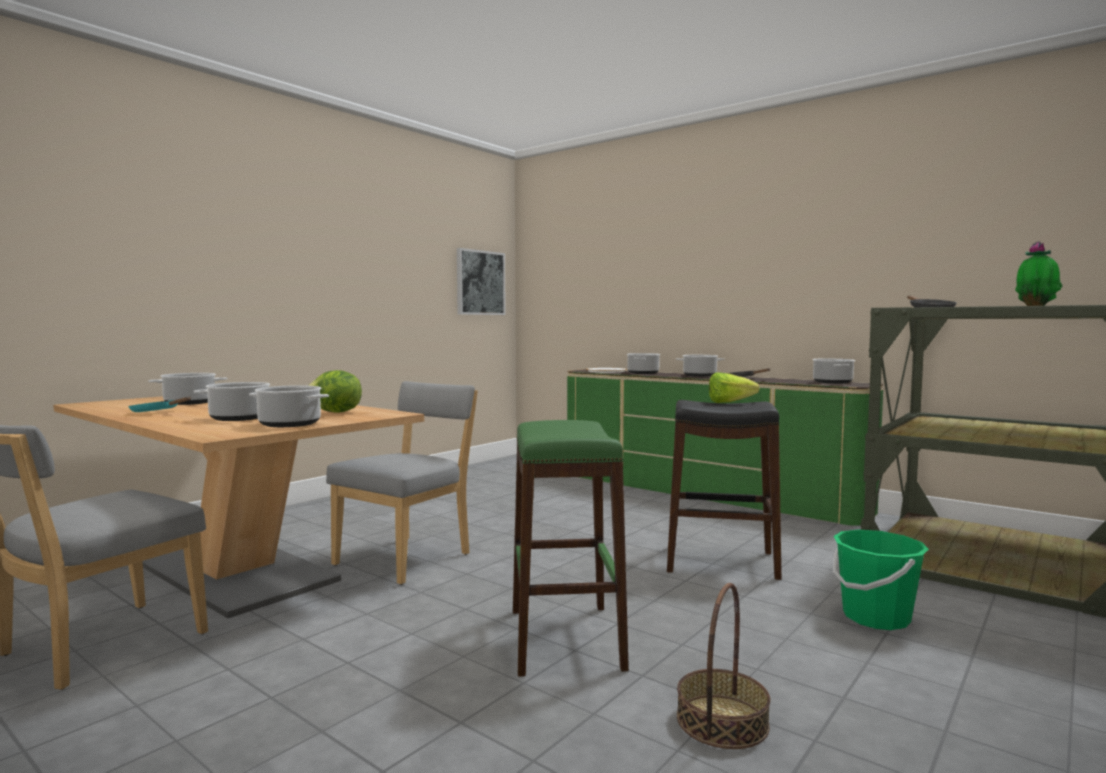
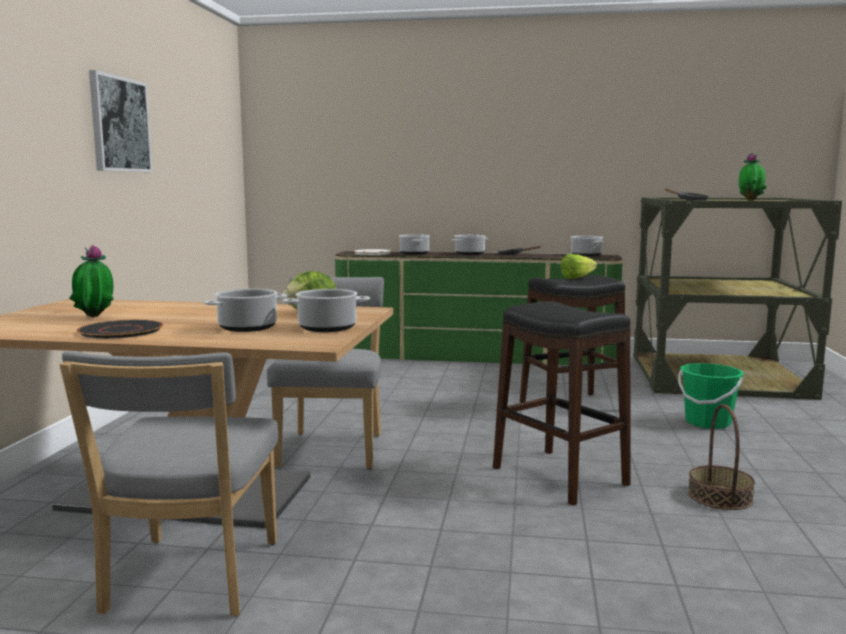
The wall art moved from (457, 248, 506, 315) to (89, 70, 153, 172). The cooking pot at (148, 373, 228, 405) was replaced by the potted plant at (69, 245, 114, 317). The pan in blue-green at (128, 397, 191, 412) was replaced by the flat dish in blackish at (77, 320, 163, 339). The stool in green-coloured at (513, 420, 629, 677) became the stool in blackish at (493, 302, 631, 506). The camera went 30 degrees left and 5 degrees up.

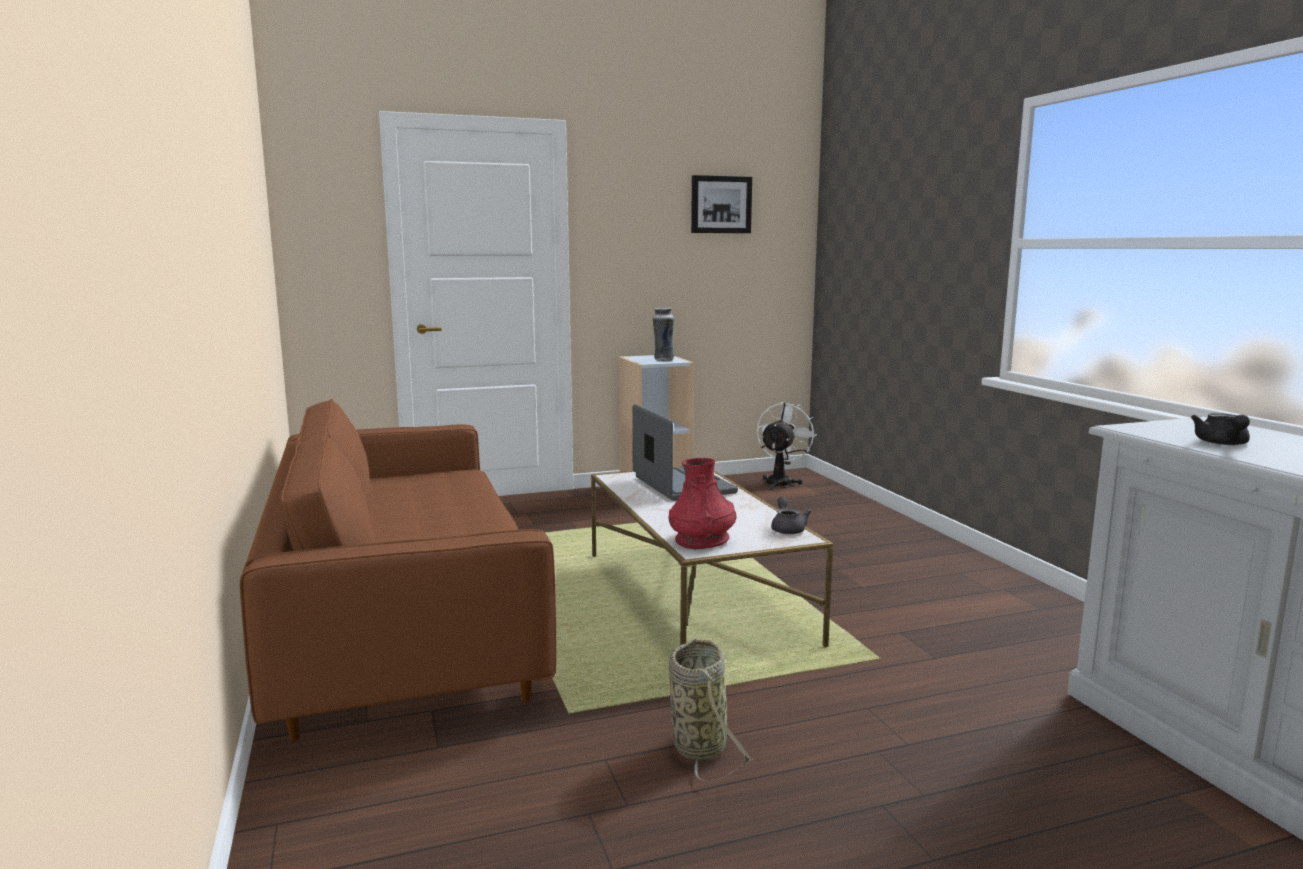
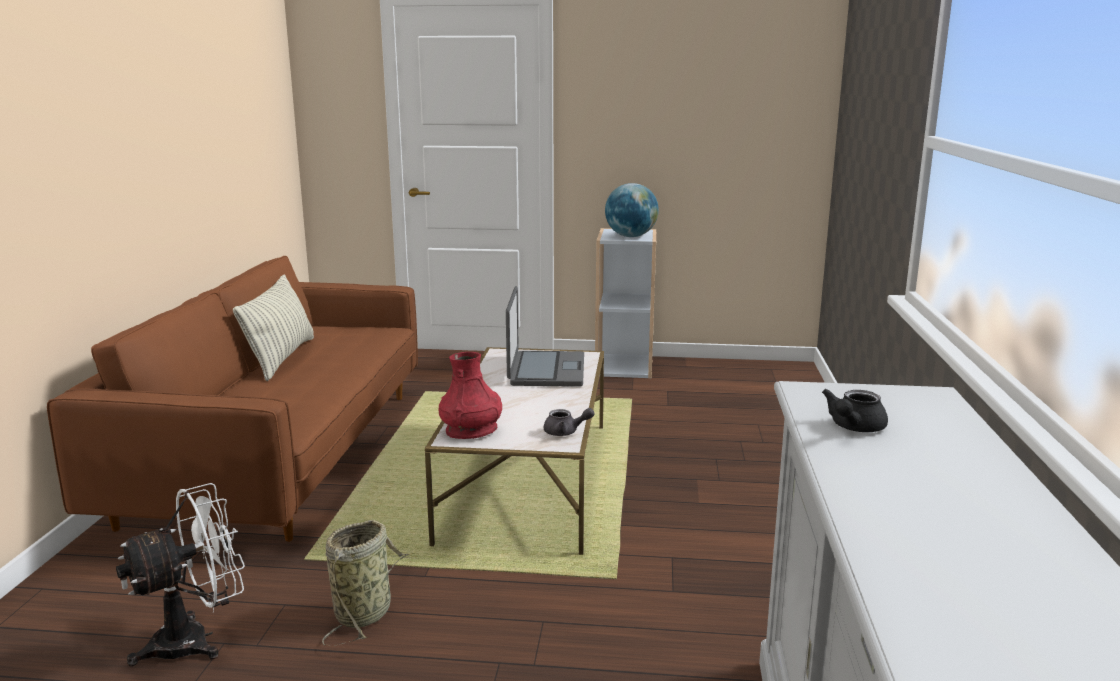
The wall art at (691, 175, 752, 233) disappeared. The decorative vase at (653, 307, 674, 361) was replaced by the desk globe at (605, 183, 659, 237). The fan in white moved from (757, 402, 817, 490) to (116, 483, 245, 666). The teapot in grey at (771, 497, 812, 534) turned 75 degrees clockwise. The throw pillow at (233, 274, 314, 381) appeared. The camera went 25 degrees right and 5 degrees up.

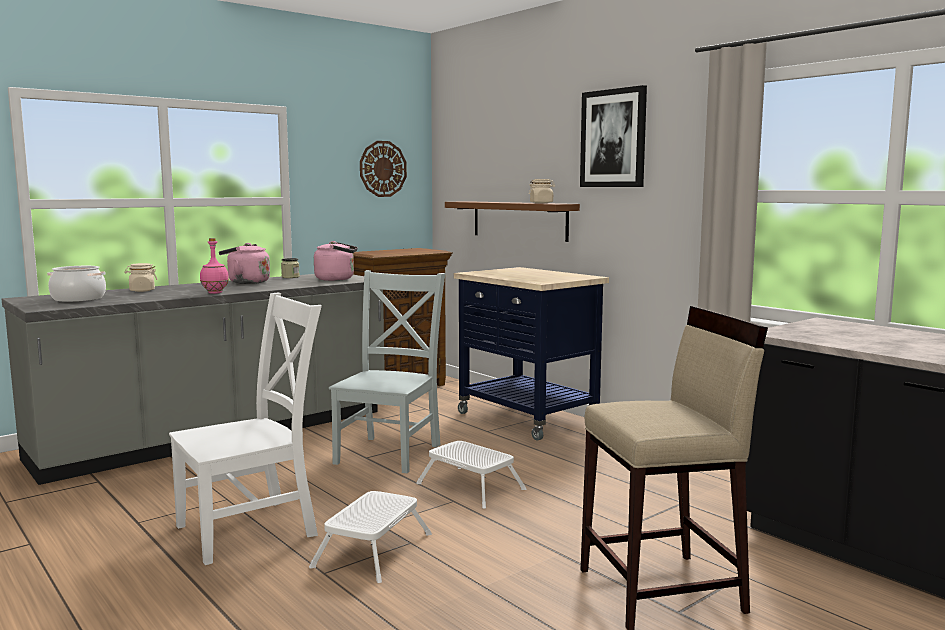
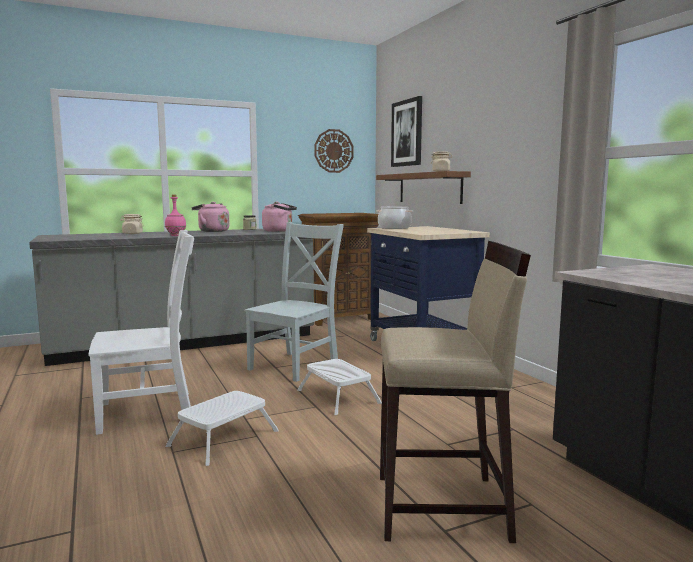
The wall art moved from (580, 85, 647, 187) to (391, 96, 422, 167). The cooking pot moved from (47, 266, 106, 302) to (377, 207, 413, 229). The camera went 15 degrees right and 0 degrees up.

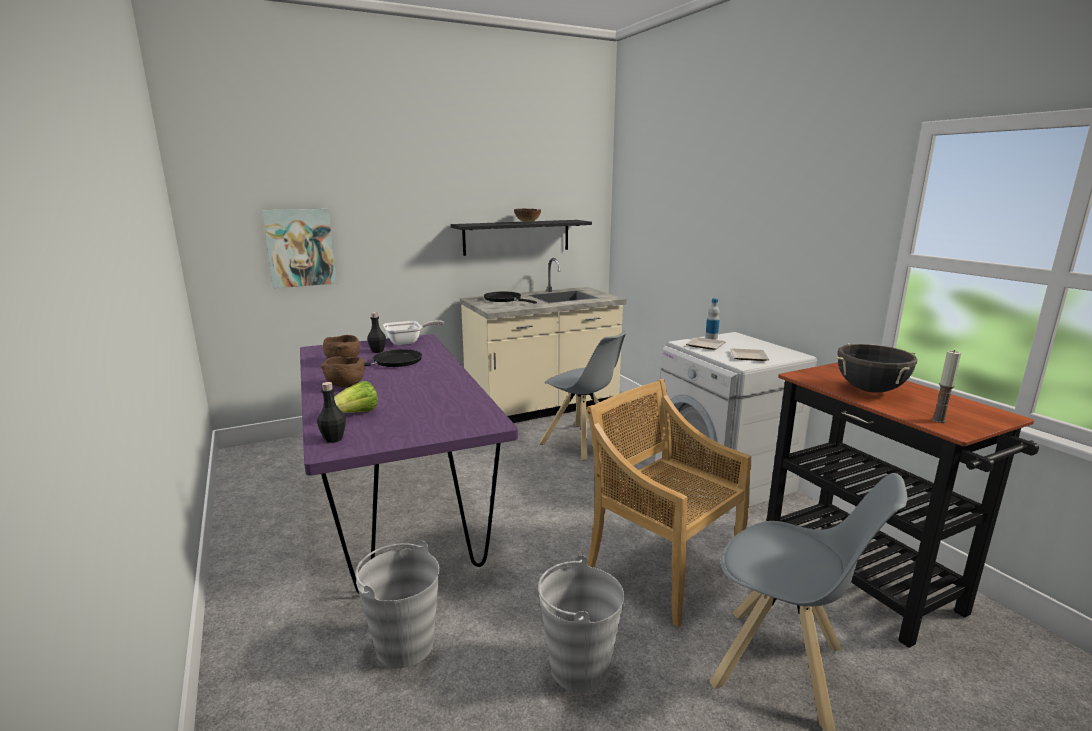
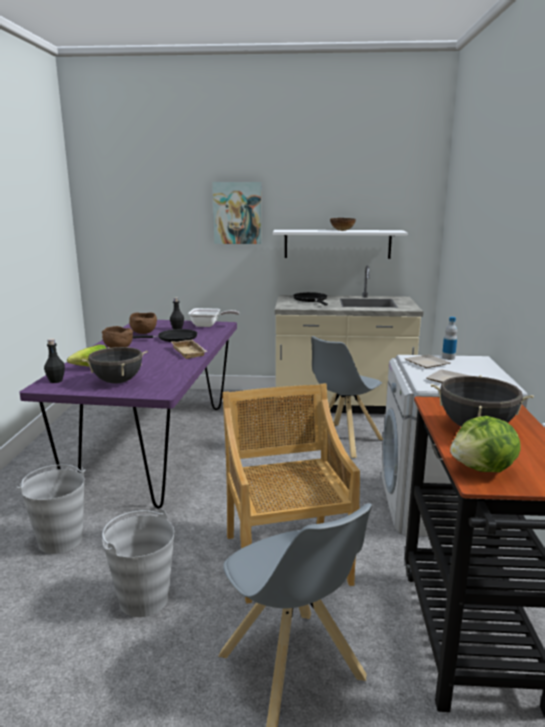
The wall art moved from (262, 209, 337, 288) to (212, 182, 262, 244). The bracket shelf in blackish at (451, 220, 592, 256) became the bracket shelf in white at (273, 230, 407, 259). The upright chair in grey at (539, 330, 627, 461) turned 60 degrees clockwise. The wax candle at (932, 350, 961, 423) was replaced by the lettuce head at (450, 416, 521, 472). The tray in beige at (171, 340, 208, 359) appeared. The cooking pot in blackish at (82, 347, 148, 384) appeared. The camera went 30 degrees right and 0 degrees up.

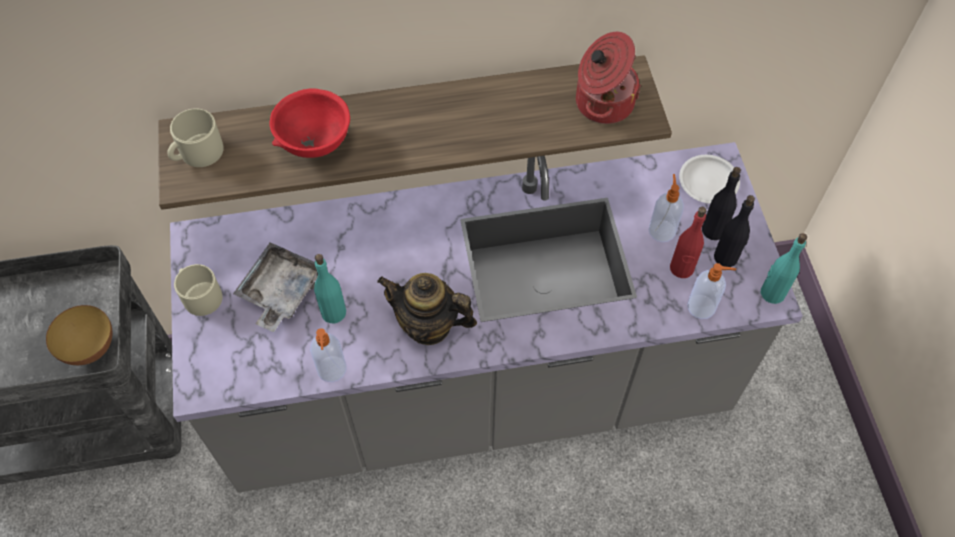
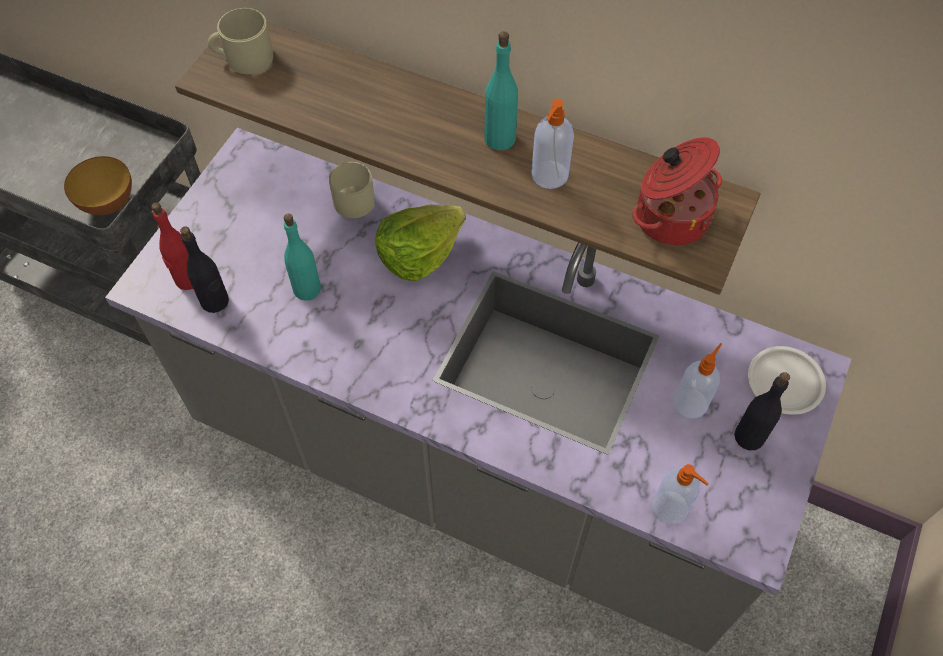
The deep dish in red at (269, 89, 350, 158) disappeared. The drink bottle in blackish moved from (714, 195, 755, 267) to (180, 226, 229, 313). The drink bottle in red moved from (670, 207, 707, 278) to (151, 202, 193, 290). The drink bottle in blue-green moved from (761, 233, 807, 304) to (484, 31, 518, 150). The tray in grey at (233, 242, 318, 332) disappeared. The tea mug in beige moved from (174, 264, 223, 316) to (329, 162, 375, 218). The teapot at (377, 273, 477, 345) disappeared. The soap dispenser moved from (310, 328, 347, 382) to (531, 99, 574, 189). The lettuce head at (376, 205, 466, 281) appeared. The camera went 35 degrees right and 0 degrees up.

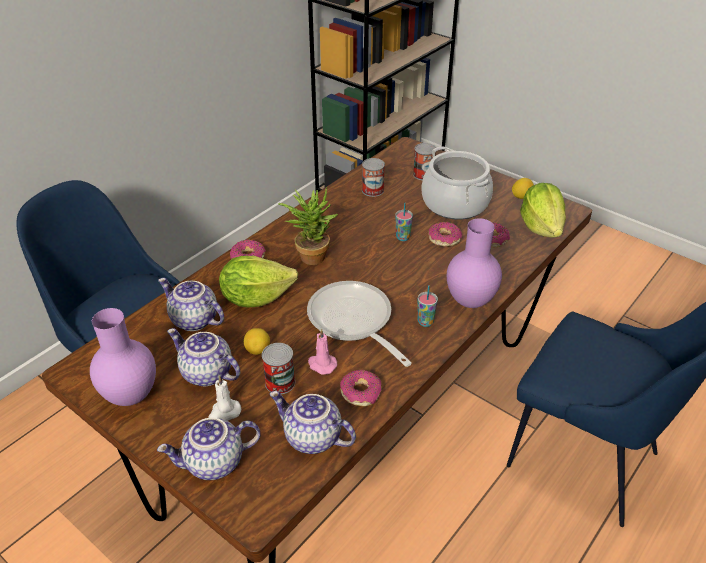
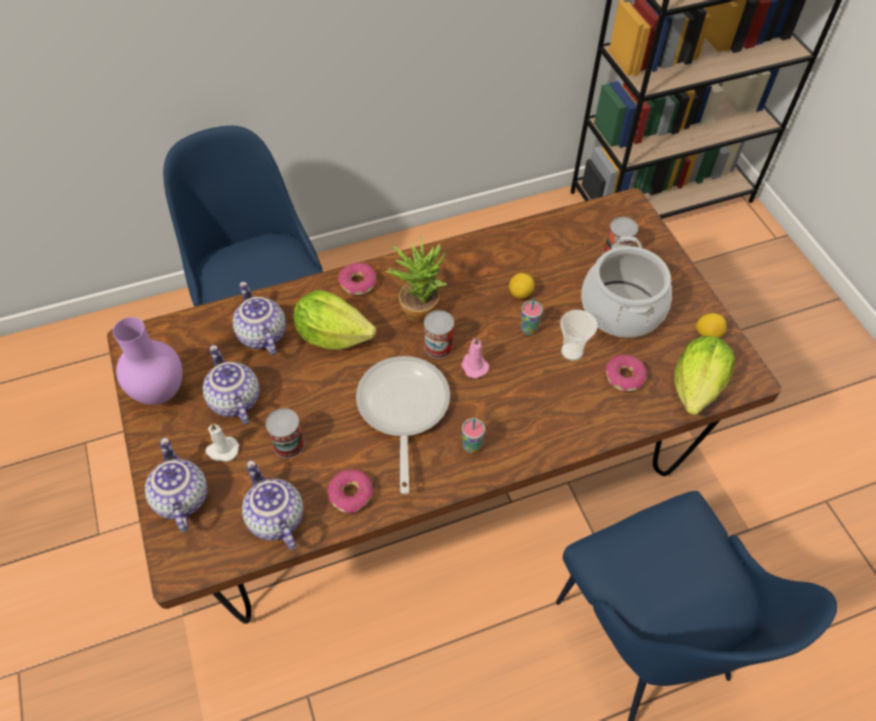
The metal can moved from (362, 158, 385, 197) to (424, 310, 454, 359). The decorative vase in purple at (447, 218, 502, 308) disappeared. The ring doughnut at (429, 222, 462, 247) was replaced by the cup at (560, 310, 598, 361). The lemon moved from (244, 328, 270, 355) to (509, 273, 535, 299). The wax candle in pinkish moved from (308, 328, 337, 375) to (461, 337, 489, 378). The teapot at (157, 418, 261, 480) turned 60 degrees clockwise. The camera went 30 degrees right and 15 degrees up.

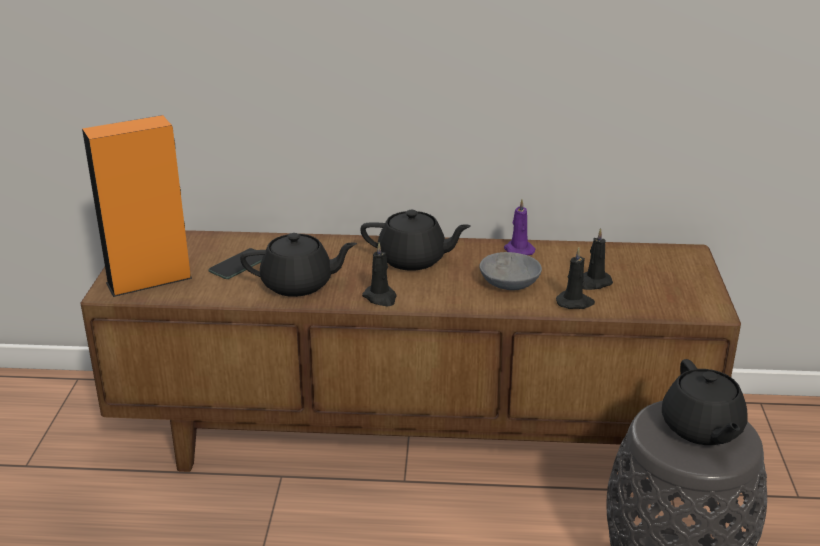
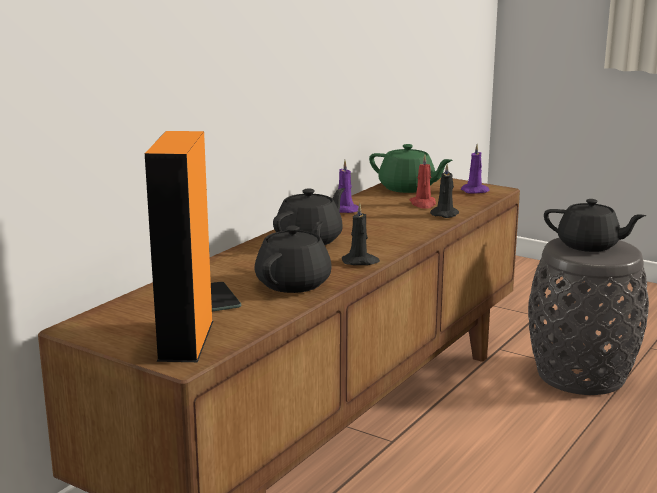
The wax candle in blackish at (583, 228, 613, 290) became the wax candle in red at (410, 154, 436, 209). The deep dish in grey at (480, 252, 542, 290) disappeared. The teapot in green-coloured at (369, 144, 453, 193) appeared. The wax candle in purple at (461, 144, 490, 194) appeared. The camera went 60 degrees left and 10 degrees down.

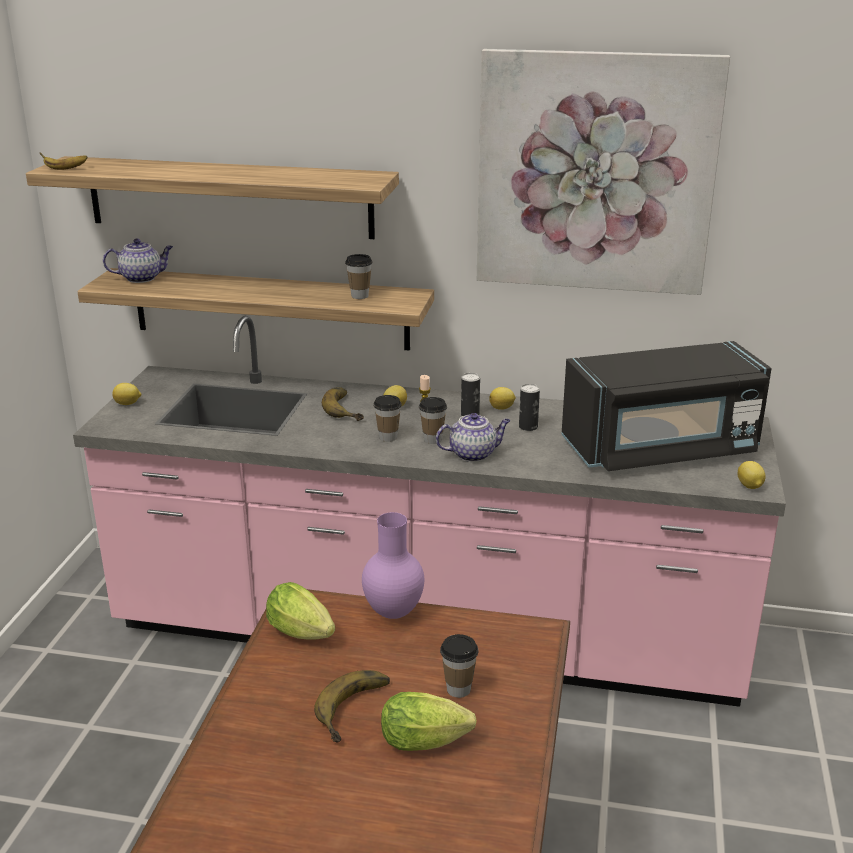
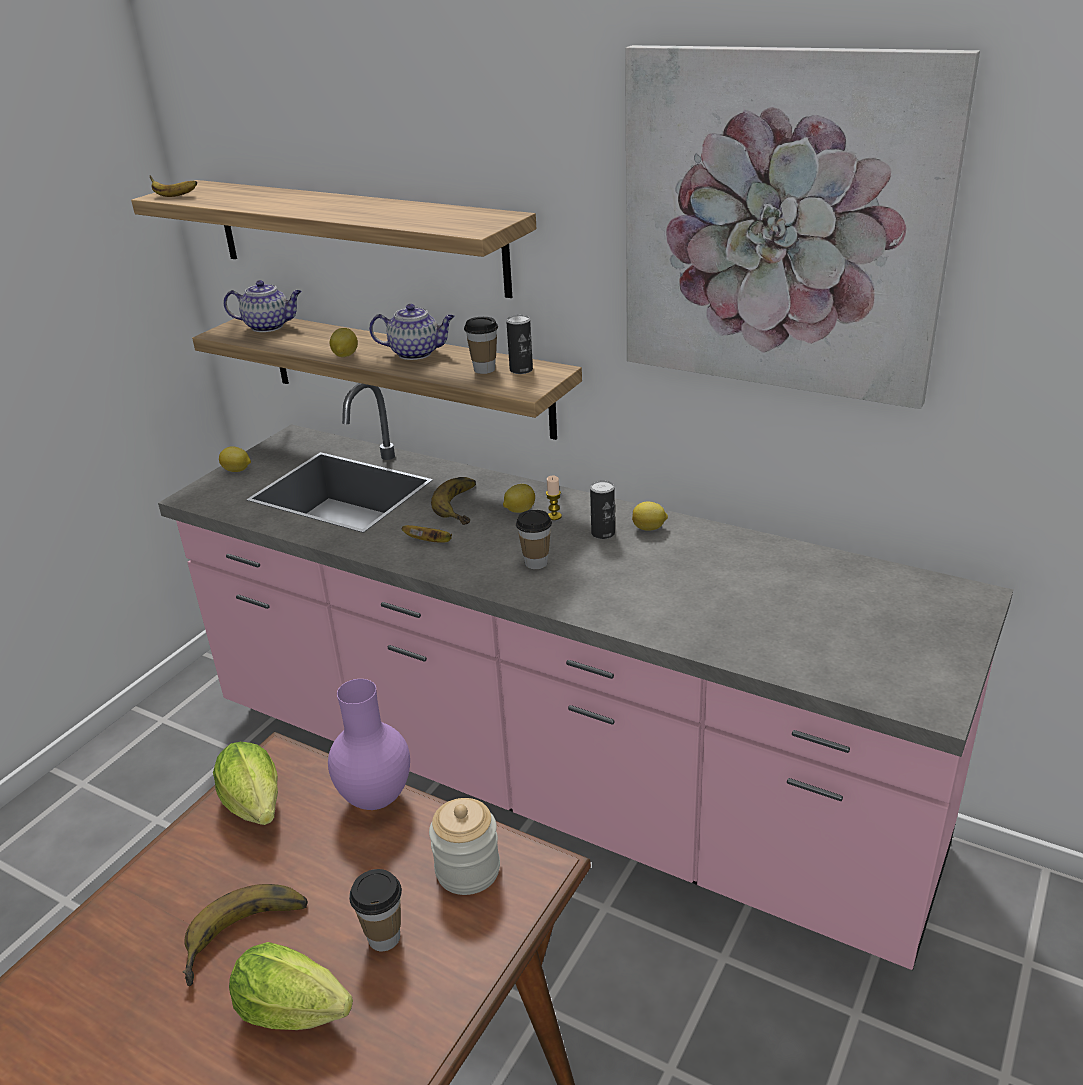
The microwave oven in blackish at (561, 341, 772, 471) disappeared. The metal can moved from (519, 384, 540, 431) to (506, 315, 533, 374). The cup at (373, 395, 402, 442) disappeared. The teapot moved from (436, 413, 510, 462) to (369, 304, 455, 360). The lemon moved from (738, 461, 766, 489) to (330, 328, 358, 357). The banana fruit at (401, 525, 452, 543) appeared. The jar at (429, 798, 500, 895) appeared. The camera went 20 degrees right and 5 degrees up.

